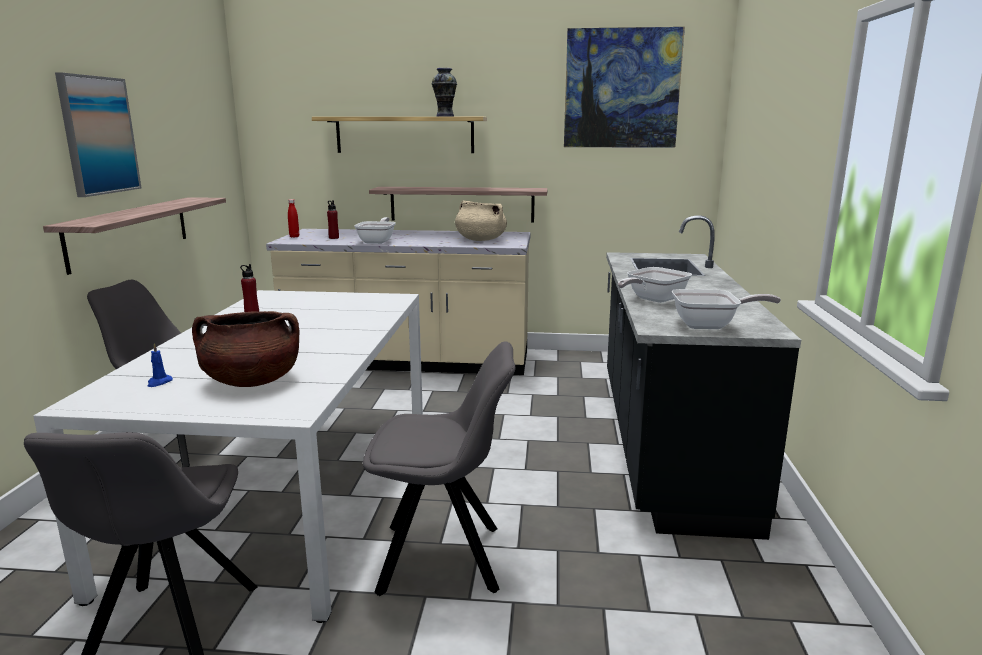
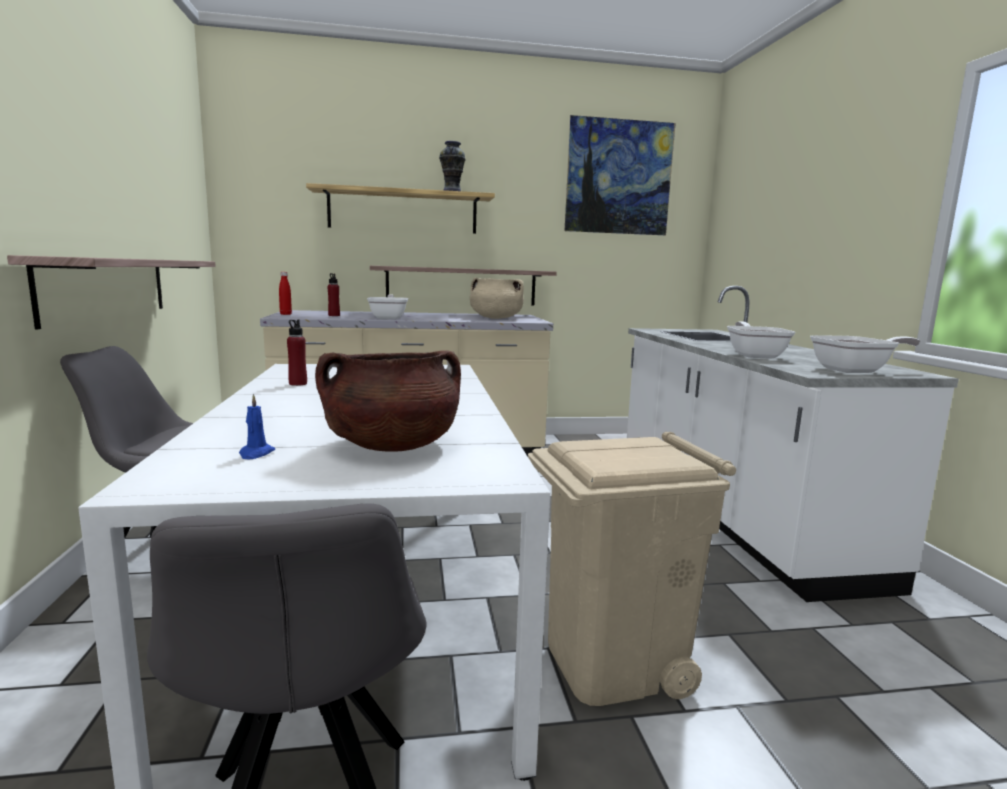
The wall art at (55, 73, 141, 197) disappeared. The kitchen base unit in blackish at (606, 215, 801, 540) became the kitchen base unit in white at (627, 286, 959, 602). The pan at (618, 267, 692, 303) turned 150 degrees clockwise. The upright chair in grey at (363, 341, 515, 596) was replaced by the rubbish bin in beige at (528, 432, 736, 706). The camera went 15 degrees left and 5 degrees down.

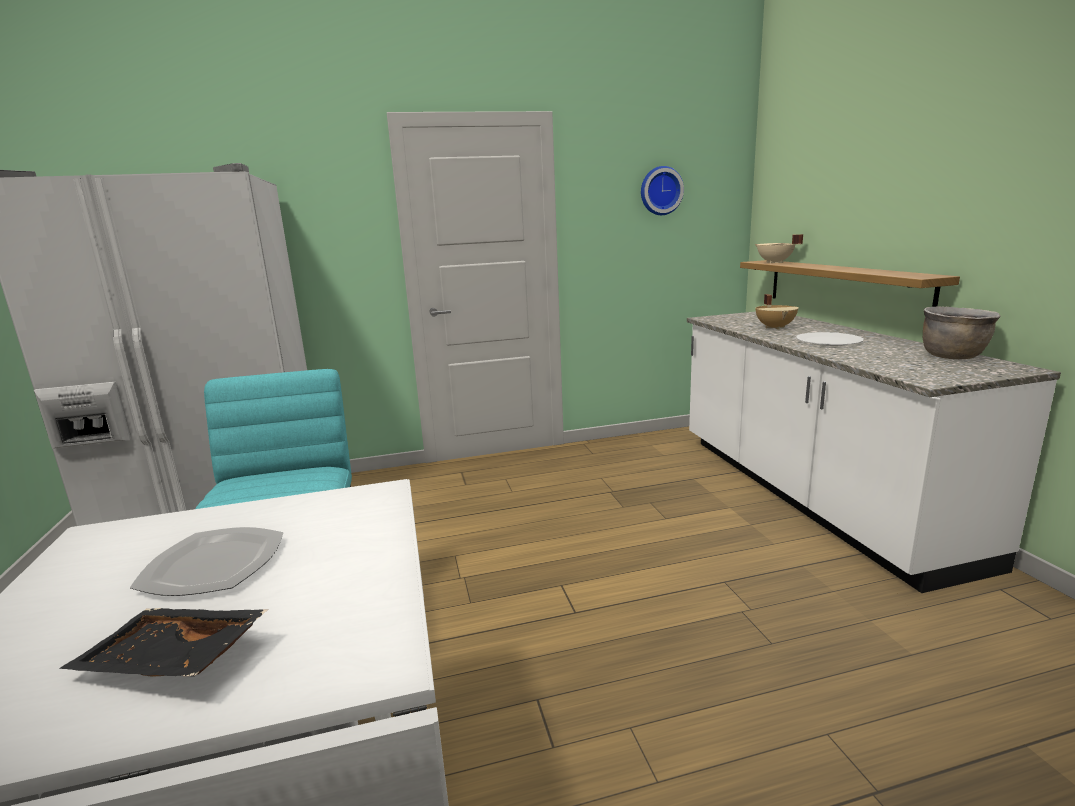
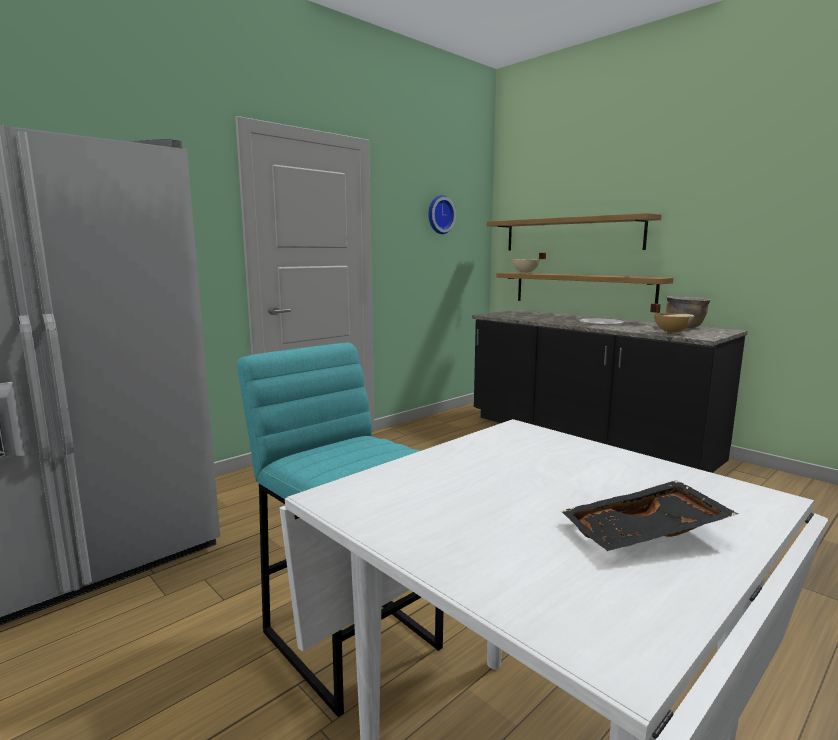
The cooking pot in beige moved from (755, 294, 799, 330) to (650, 304, 695, 334). The kitchen base unit in white at (687, 312, 1061, 593) became the kitchen base unit in blackish at (472, 310, 747, 473). The flat dish at (130, 527, 284, 596) disappeared. The bracket shelf at (487, 213, 661, 250) appeared. The camera went 30 degrees left and 5 degrees down.

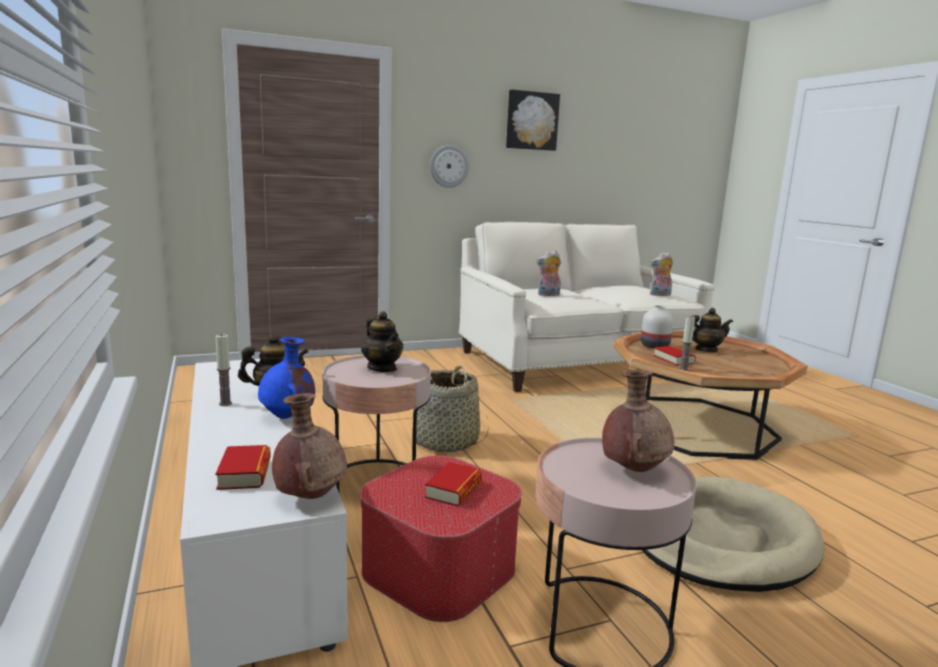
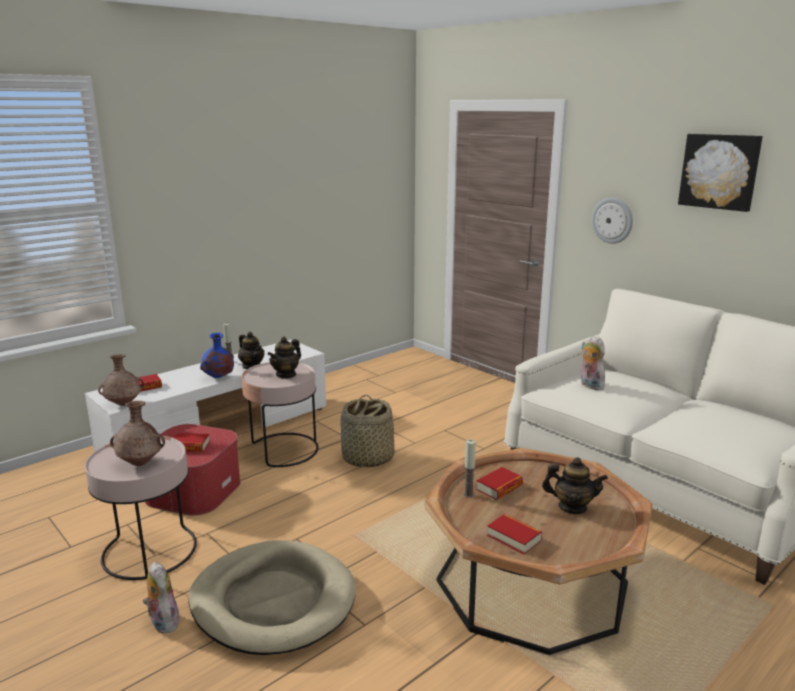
The plush toy moved from (650, 252, 673, 296) to (143, 562, 180, 633). The decorative vase in white at (641, 305, 673, 349) disappeared. The teapot at (692, 308, 733, 352) turned 45 degrees counterclockwise. The book at (487, 514, 542, 554) appeared. The camera went 70 degrees right and 5 degrees up.

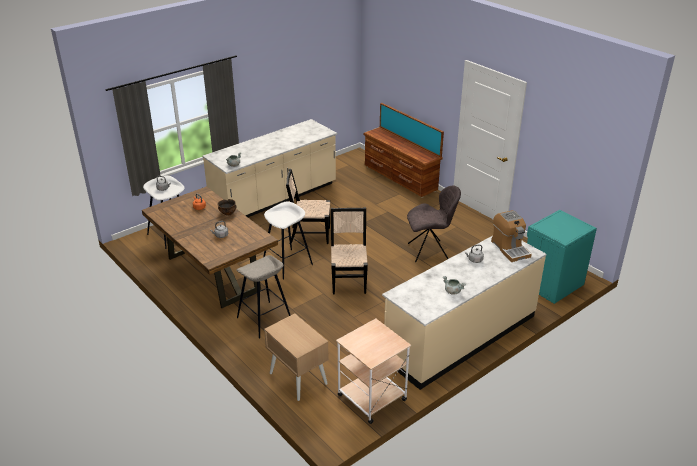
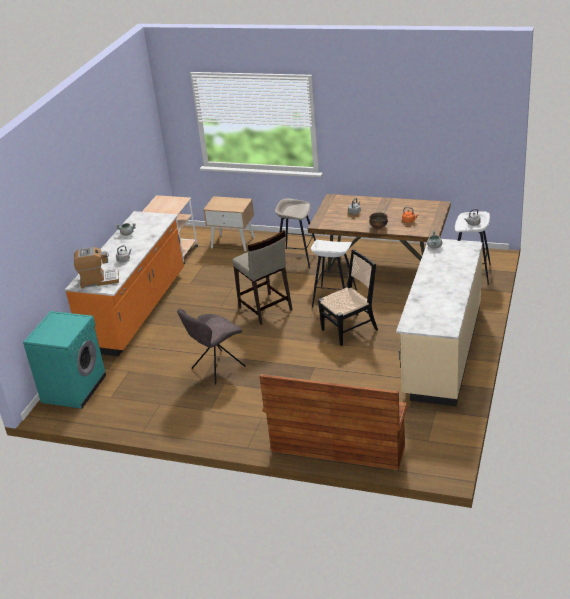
The upright chair at (331, 207, 368, 294) was replaced by the stool in beige at (232, 230, 292, 325). The coffee machine at (491, 210, 532, 262) turned 135 degrees clockwise. The kitchen base unit in beige at (382, 236, 546, 390) became the kitchen base unit in orange at (65, 211, 184, 356). The camera went 150 degrees right and 0 degrees up.

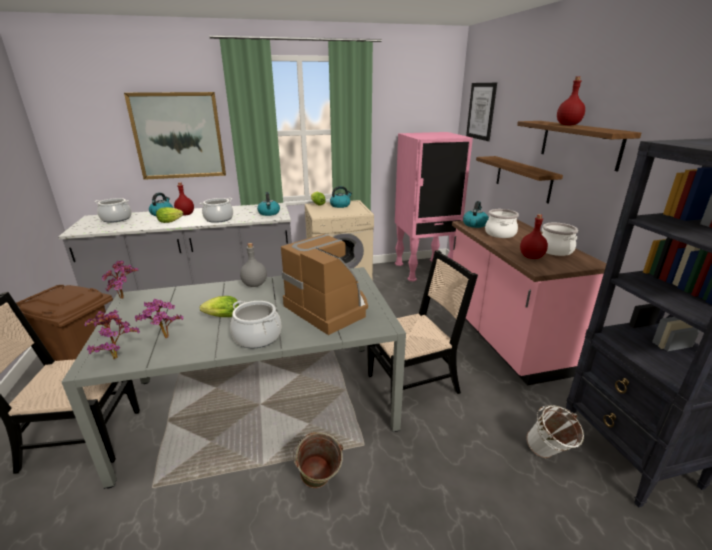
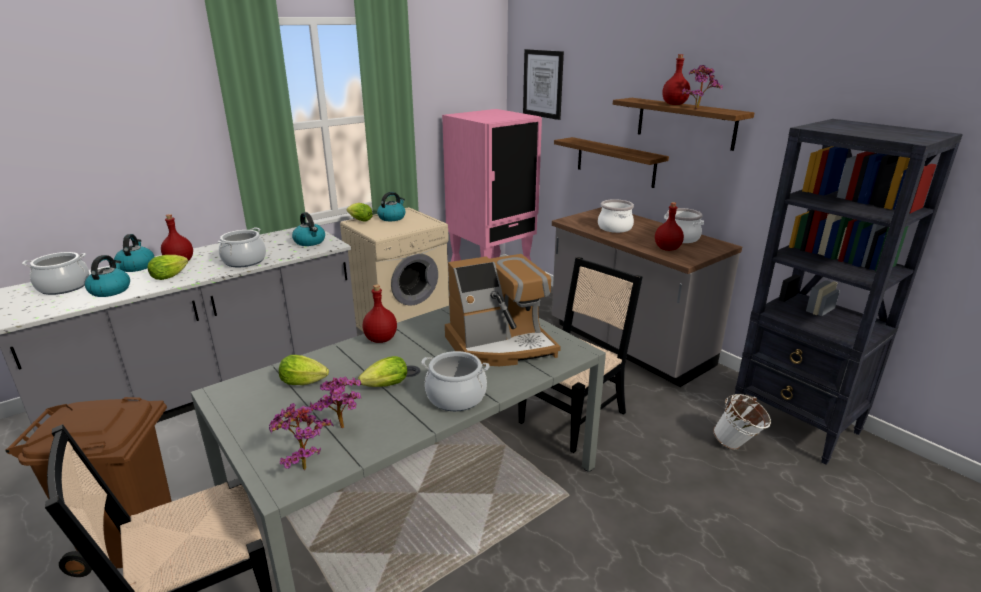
The wall art at (124, 92, 226, 180) disappeared. The water kettle moved from (463, 201, 489, 228) to (85, 255, 130, 297). The kitchen base unit in pinkish at (452, 220, 606, 386) became the kitchen base unit in grey at (552, 207, 742, 387). The coffee machine at (281, 234, 368, 335) turned 135 degrees clockwise. The drink bottle in grey at (240, 243, 267, 287) became the drink bottle in red at (363, 285, 397, 343). The potted plant moved from (102, 260, 139, 299) to (682, 65, 723, 109). The pail in green-coloured at (293, 432, 343, 488) disappeared. The lettuce head at (279, 355, 329, 385) appeared. The camera went 25 degrees left and 0 degrees up.

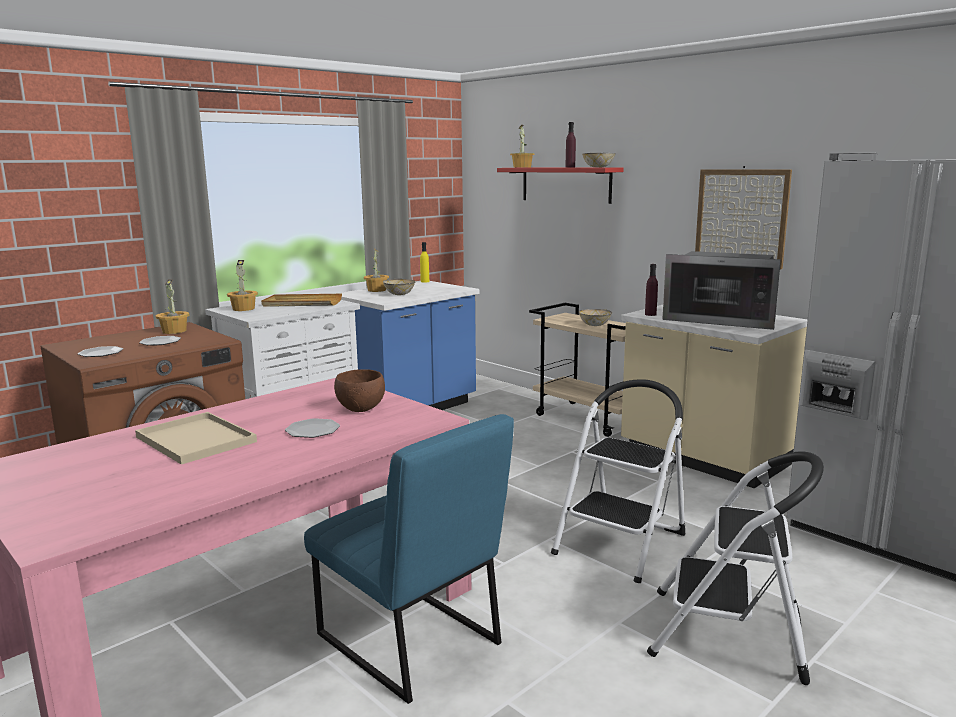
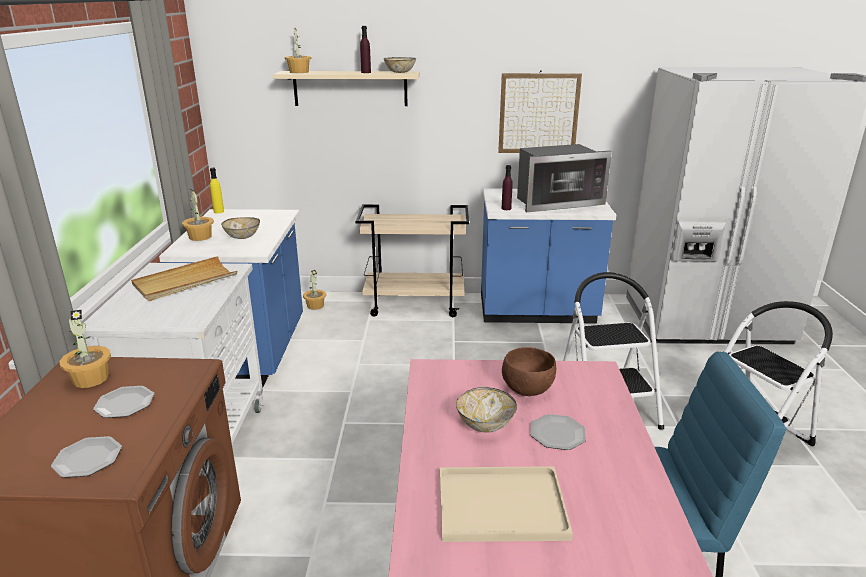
The bracket shelf in red at (497, 168, 624, 204) became the bracket shelf in beige at (273, 71, 420, 106). The potted plant moved from (227, 260, 258, 311) to (303, 270, 326, 310). The kitchen base unit in beige at (621, 305, 808, 488) became the kitchen base unit in blue at (481, 188, 616, 323). The deep dish moved from (579, 309, 612, 326) to (456, 387, 517, 433). The camera went 45 degrees left and 10 degrees up.

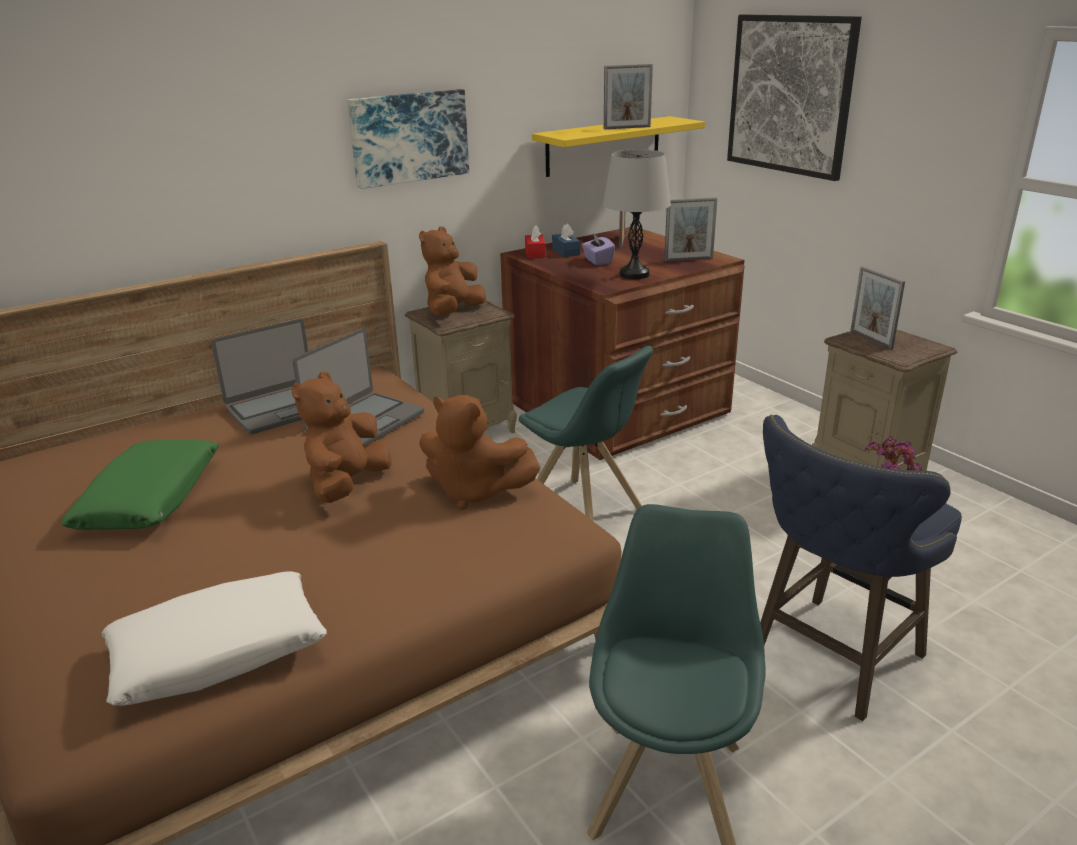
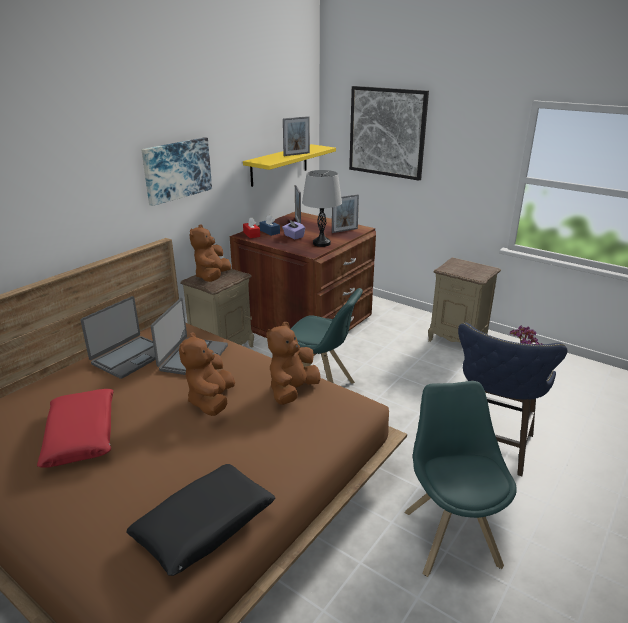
The picture frame at (850, 266, 905, 349) disappeared. The plush toy in brown at (419, 395, 541, 510) turned 120 degrees clockwise. The throw pillow in green-coloured at (60, 440, 219, 530) became the throw pillow in red at (37, 389, 114, 468). The throw pillow in white at (102, 571, 327, 706) became the throw pillow in blackish at (127, 464, 275, 576). The camera went 20 degrees left and 0 degrees up.

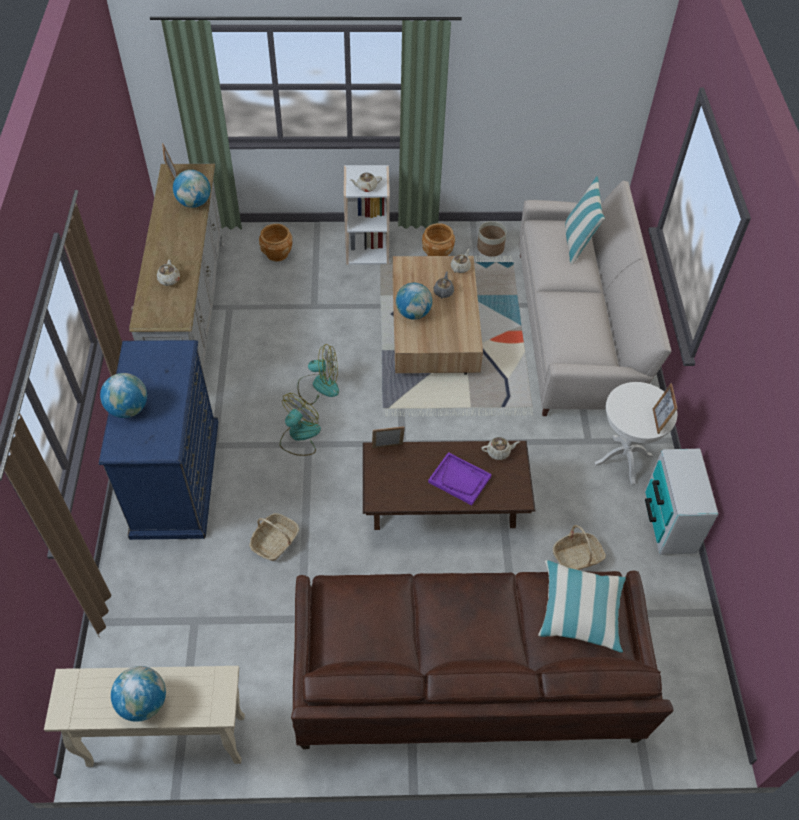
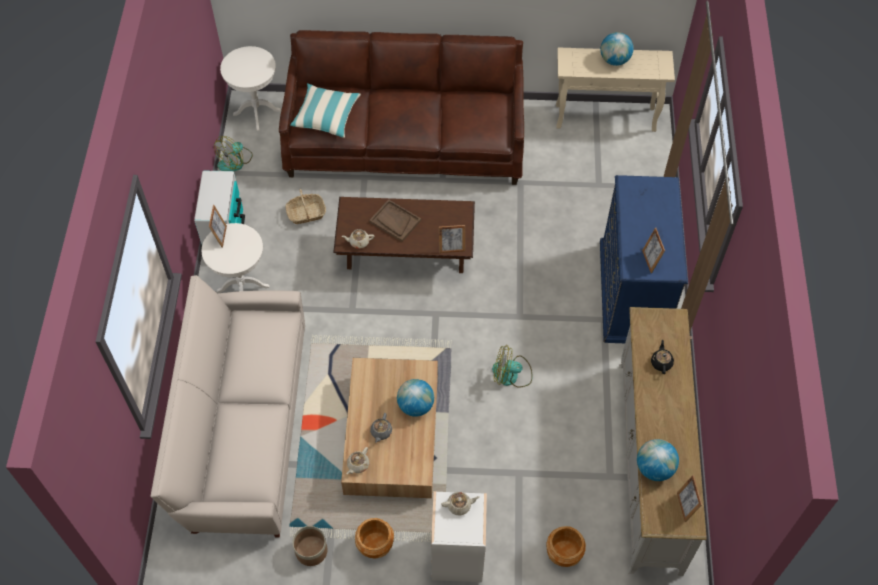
The throw pillow at (565, 176, 605, 264) disappeared. The teapot in beige at (157, 260, 180, 286) became the teapot in blackish at (651, 340, 674, 374). The desk globe at (100, 373, 147, 418) disappeared. The fan moved from (280, 393, 321, 456) to (214, 136, 253, 171). The tray in purple at (428, 452, 492, 505) became the tray in brown at (369, 199, 421, 242). The household basket at (249, 513, 299, 561) disappeared. The accent table in white at (220, 46, 281, 131) appeared. The picture frame at (642, 228, 665, 273) appeared. The camera went 175 degrees left and 5 degrees up.

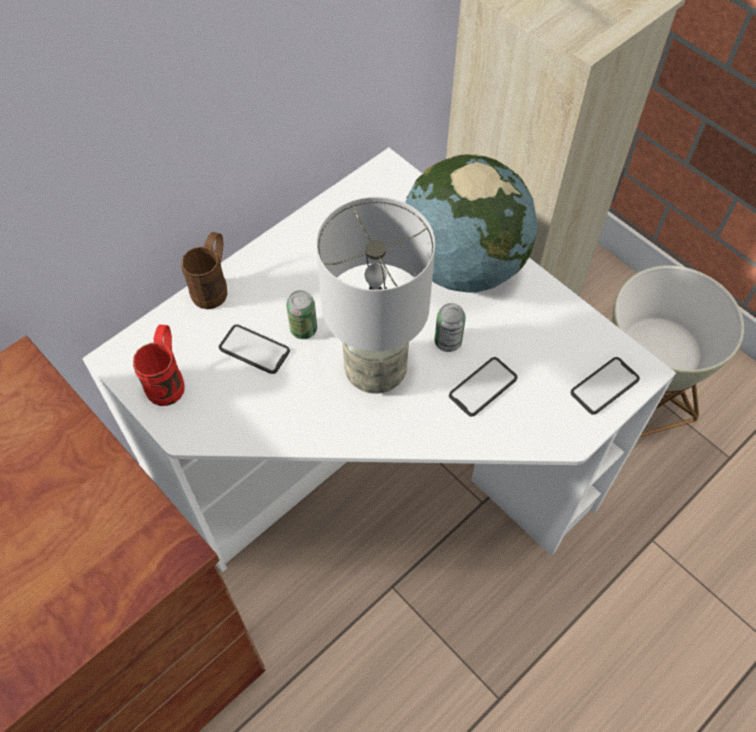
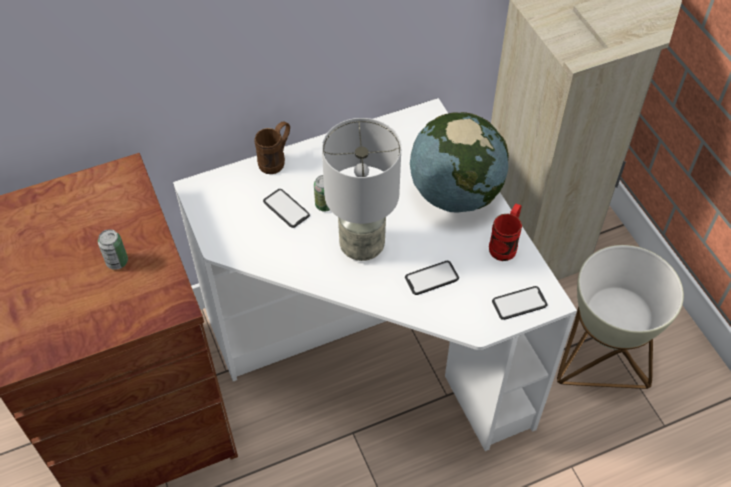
The metal can moved from (434, 303, 466, 352) to (98, 229, 128, 270). The tea mug in red moved from (133, 325, 185, 406) to (489, 204, 522, 261). The camera went 20 degrees right and 5 degrees down.

